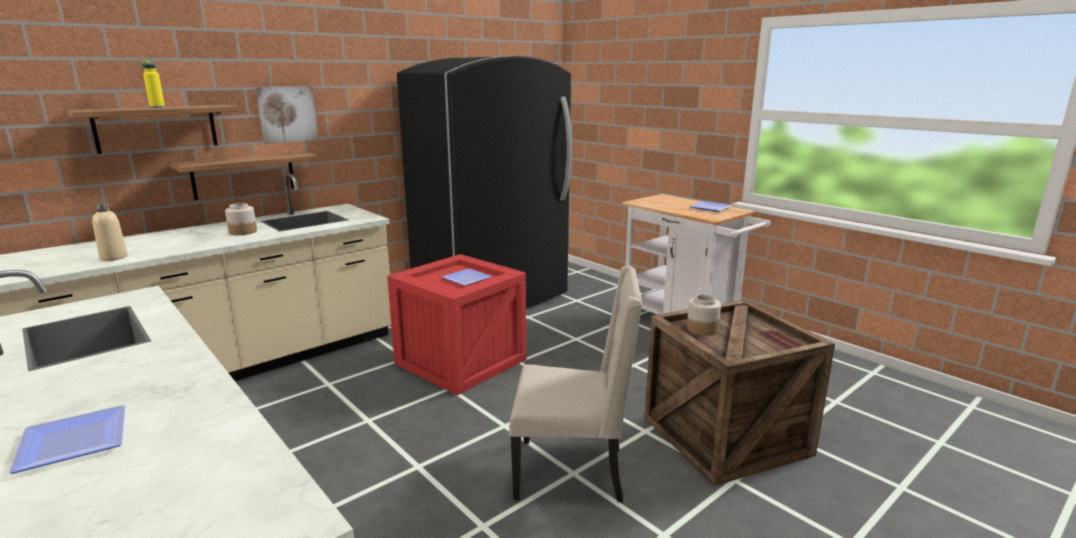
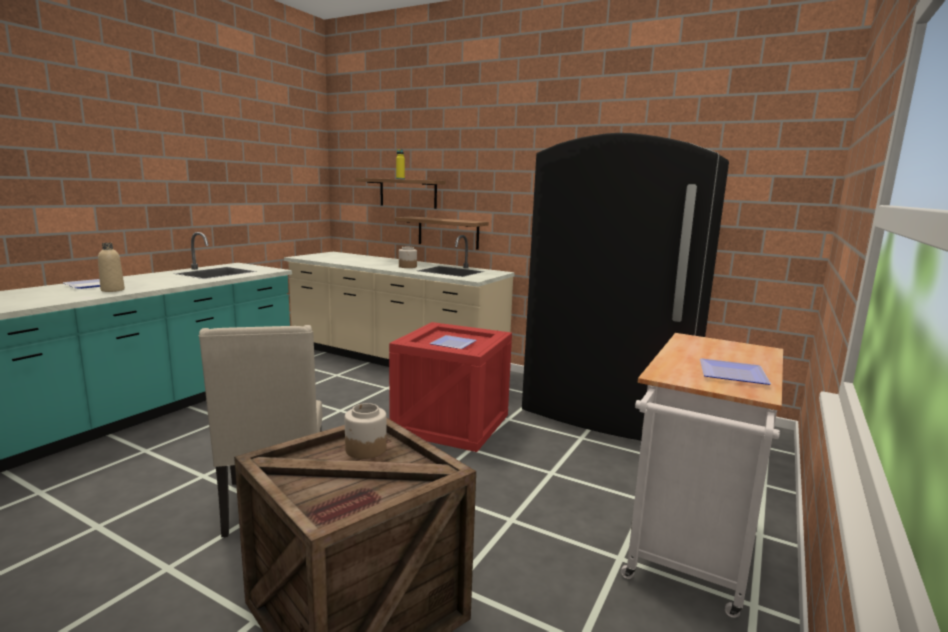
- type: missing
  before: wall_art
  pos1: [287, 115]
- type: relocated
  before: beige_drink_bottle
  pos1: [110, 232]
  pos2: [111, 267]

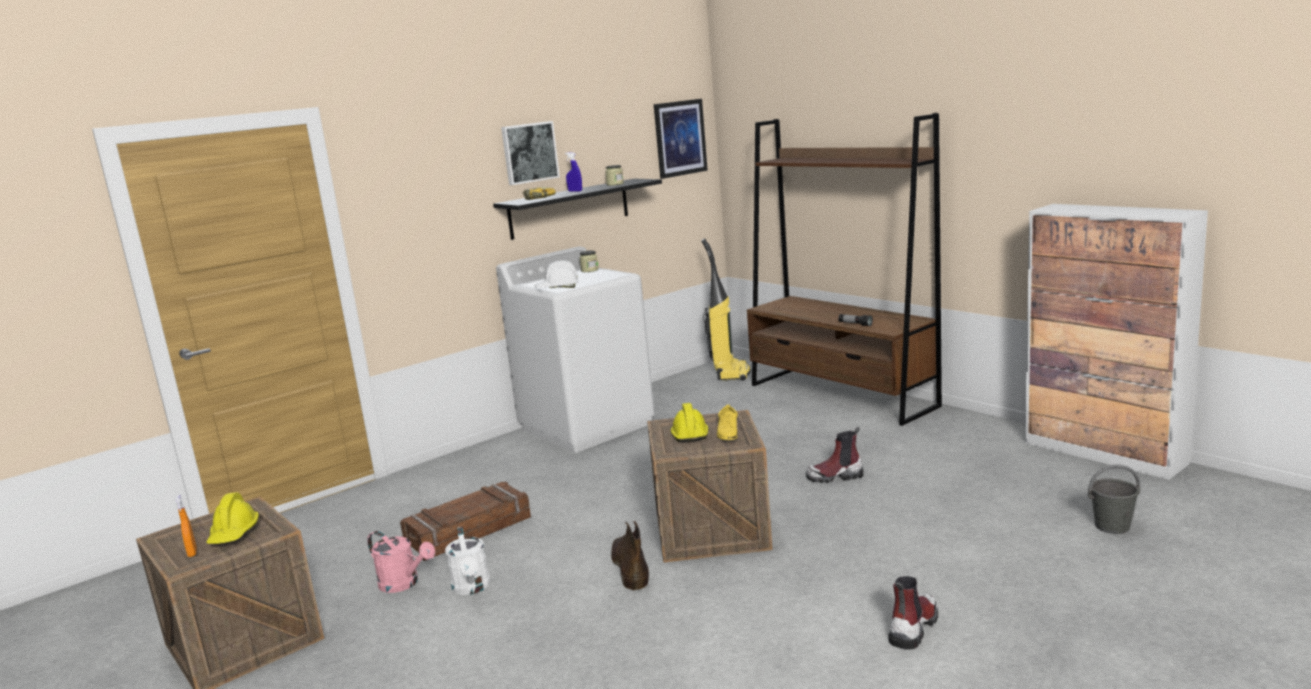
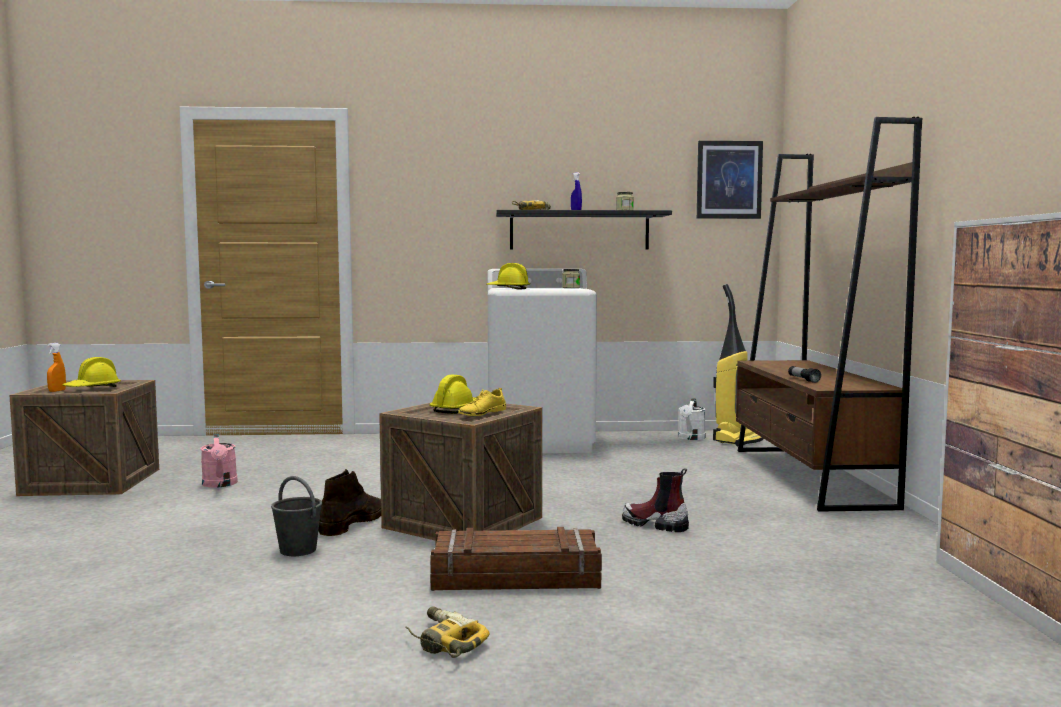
- type: missing
  before: wall_art
  pos1: [530, 153]
- type: relocated
  before: crate
  pos1: [465, 521]
  pos2: [516, 559]
- type: relocated
  before: white_sprinkling_can
  pos1: [468, 560]
  pos2: [692, 419]
- type: relocated
  before: greyish_pail
  pos1: [1114, 499]
  pos2: [296, 516]
- type: exchanged
  before: high-top_boot
  after: drill
  pos1: [913, 613]
  pos2: [448, 632]
- type: colour
  before: white_safety_helmet
  after: yellow_safety_helmet
  pos1: [556, 274]
  pos2: [508, 276]

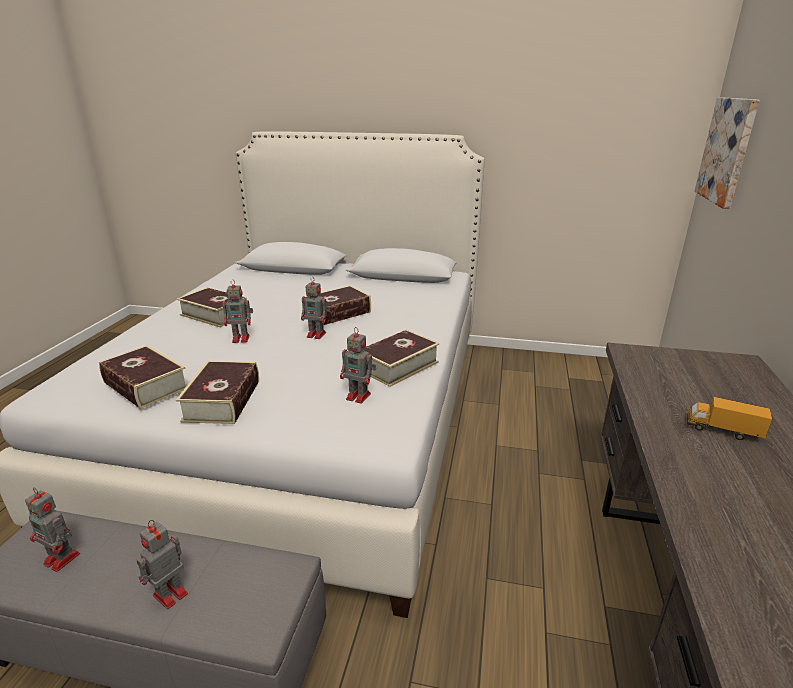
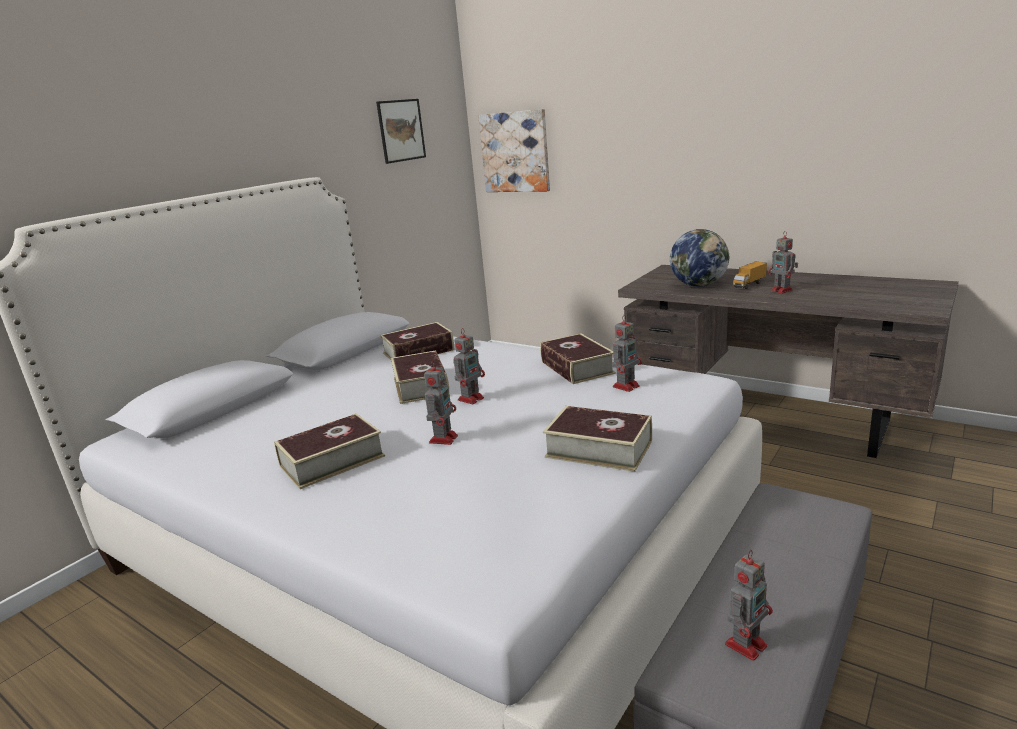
- type: appeared
  after: wall_art
  pos2: [401, 131]
- type: appeared
  after: globe
  pos2: [699, 258]
- type: relocated
  before: bound_book
  pos1: [143, 377]
  pos2: [417, 341]
- type: relocated
  before: model_robot
  pos1: [162, 564]
  pos2: [783, 262]

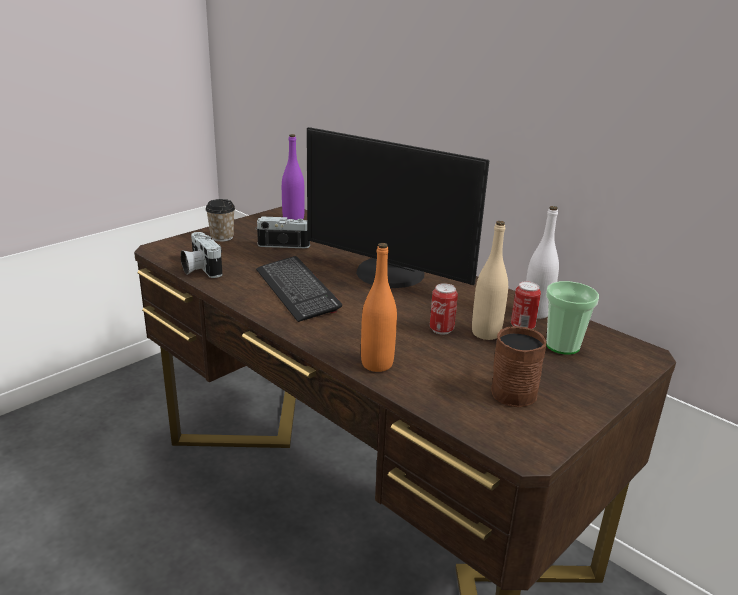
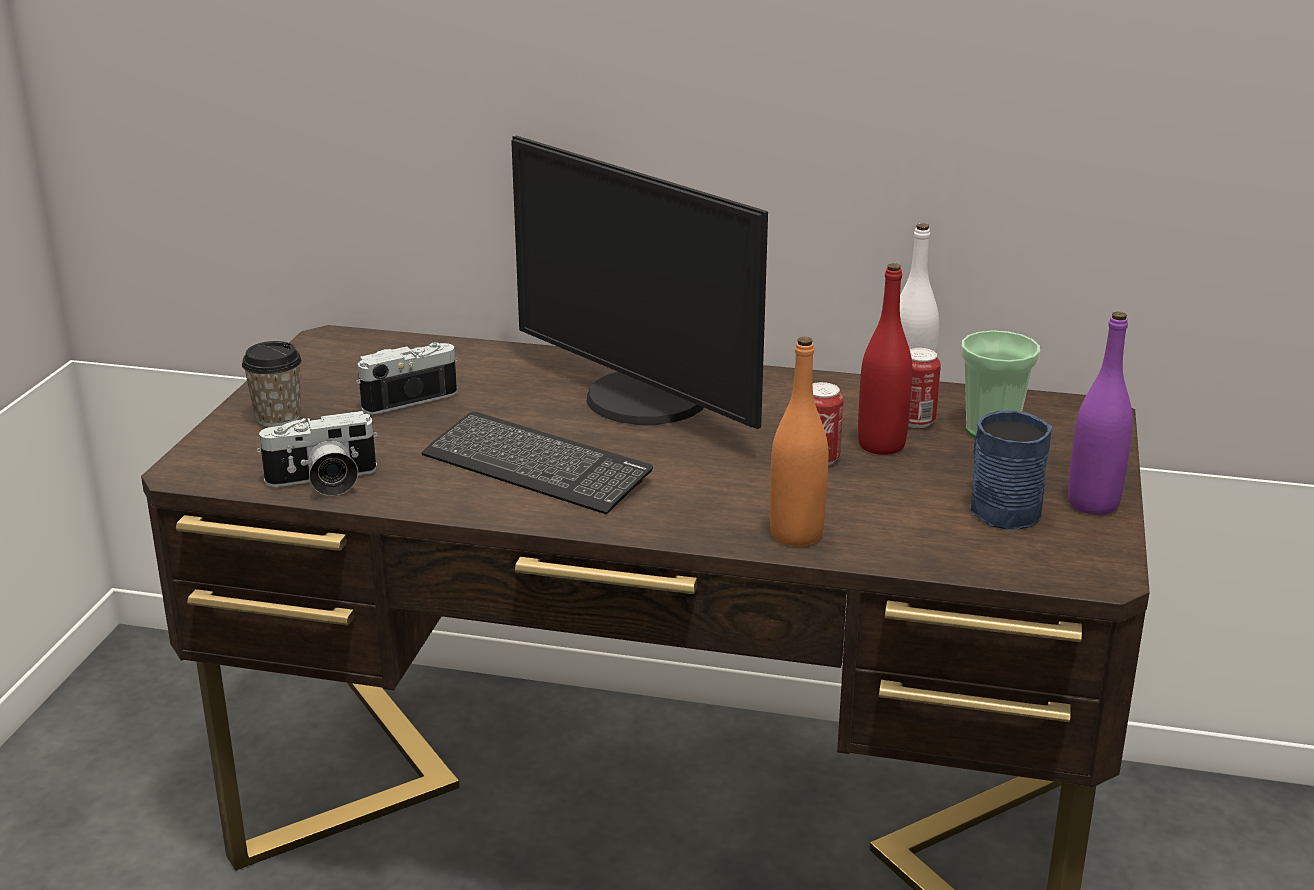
- type: relocated
  before: purple_drink_bottle
  pos1: [293, 177]
  pos2: [1100, 413]
- type: colour
  before: beige_drink_bottle
  after: red_drink_bottle
  pos1: [490, 280]
  pos2: [885, 359]
- type: colour
  before: brownish_tea_mug
  after: blue_tea_mug
  pos1: [519, 366]
  pos2: [1010, 470]
- type: spun
  before: photo_camera
  pos1: [202, 255]
  pos2: [317, 453]
  turn: -45
- type: spun
  before: monitor
  pos1: [398, 207]
  pos2: [639, 282]
  turn: 45

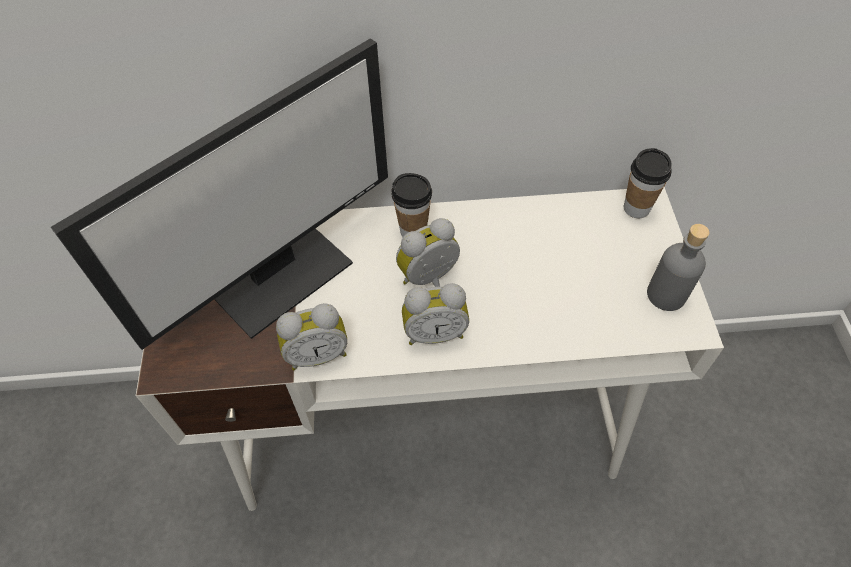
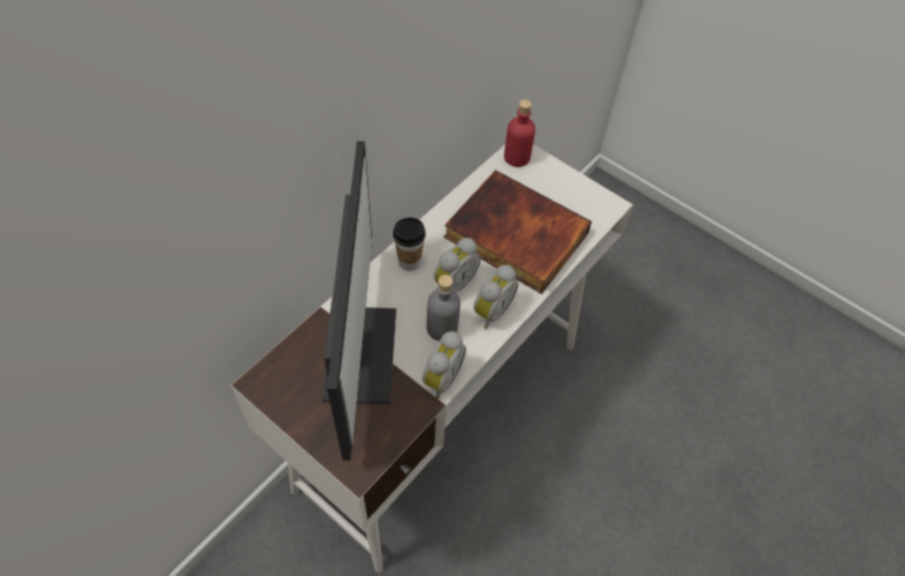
- type: appeared
  after: bound_book
  pos2: [518, 232]
- type: relocated
  before: greyish_drink_bottle
  pos1: [678, 267]
  pos2: [444, 308]
- type: exchanged
  before: small_cup
  after: red_drink_bottle
  pos1: [648, 183]
  pos2: [519, 133]
- type: spun
  before: table_clock
  pos1: [428, 252]
  pos2: [457, 265]
  turn: -150

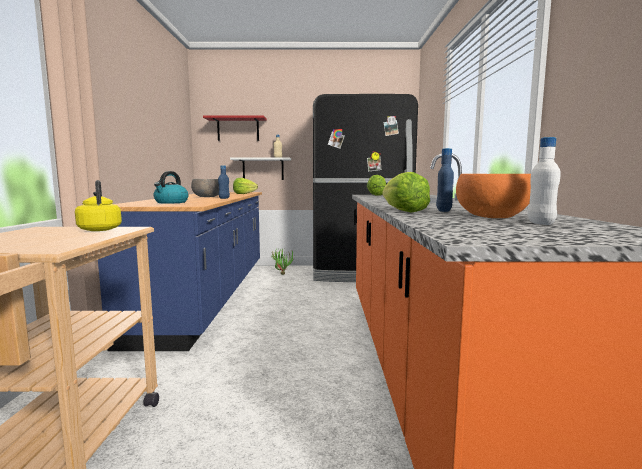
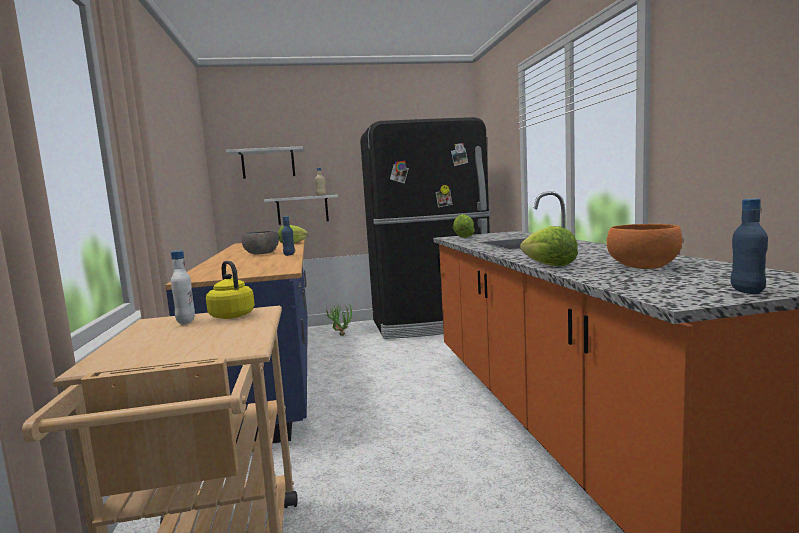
- type: missing
  before: kettle
  pos1: [170, 187]
- type: relocated
  before: blue_drink_bottle
  pos1: [445, 180]
  pos2: [749, 246]
- type: relocated
  before: white_drink_bottle
  pos1: [544, 181]
  pos2: [183, 287]
- type: colour
  before: red_shelf
  after: white_shelf
  pos1: [235, 128]
  pos2: [264, 162]

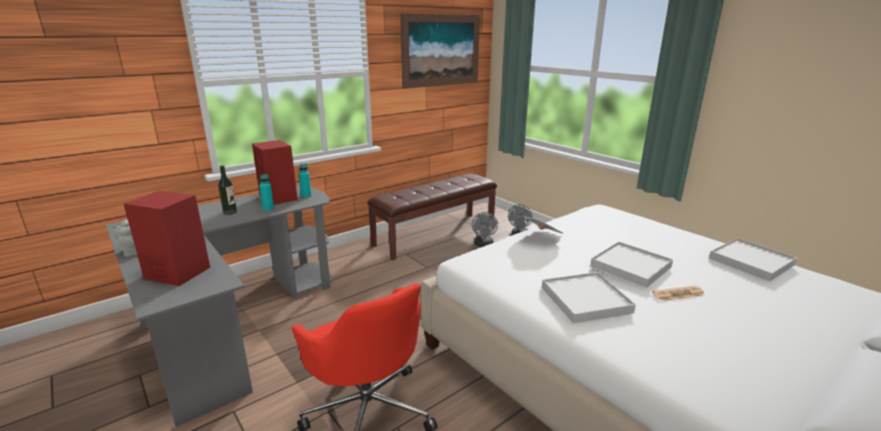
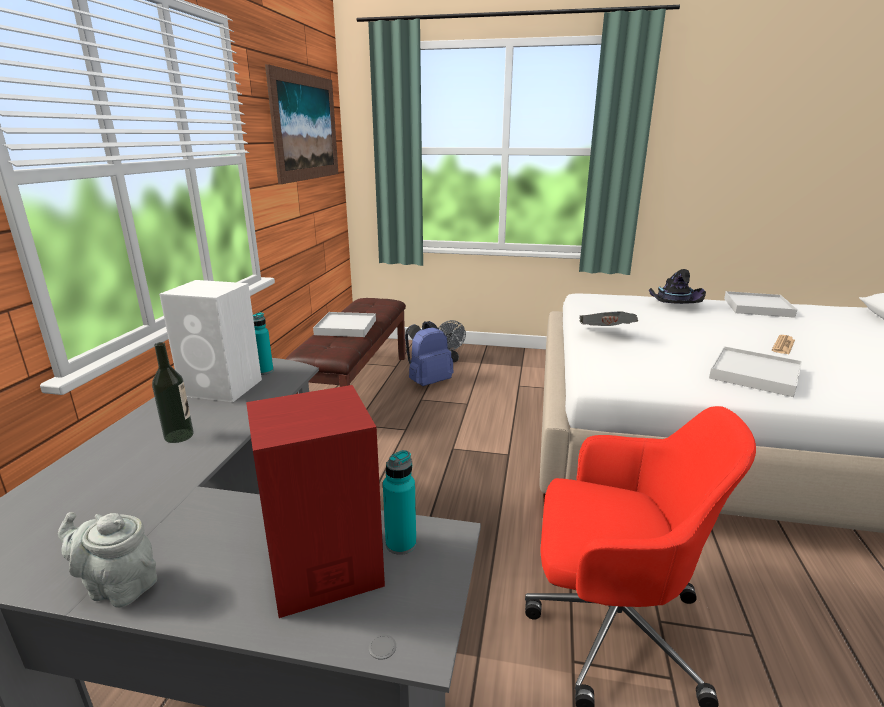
- type: appeared
  after: black-coloured_hat
  pos2: [677, 286]
- type: relocated
  before: turquoise-coloured_drink_bottle
  pos1: [266, 192]
  pos2: [399, 502]
- type: relocated
  before: white_tray
  pos1: [631, 265]
  pos2: [344, 324]
- type: exchanged
  before: greyish_fan
  after: blue_rucksack
  pos1: [485, 229]
  pos2: [429, 353]
- type: colour
  before: red_speaker
  after: white_speaker
  pos1: [275, 172]
  pos2: [210, 341]

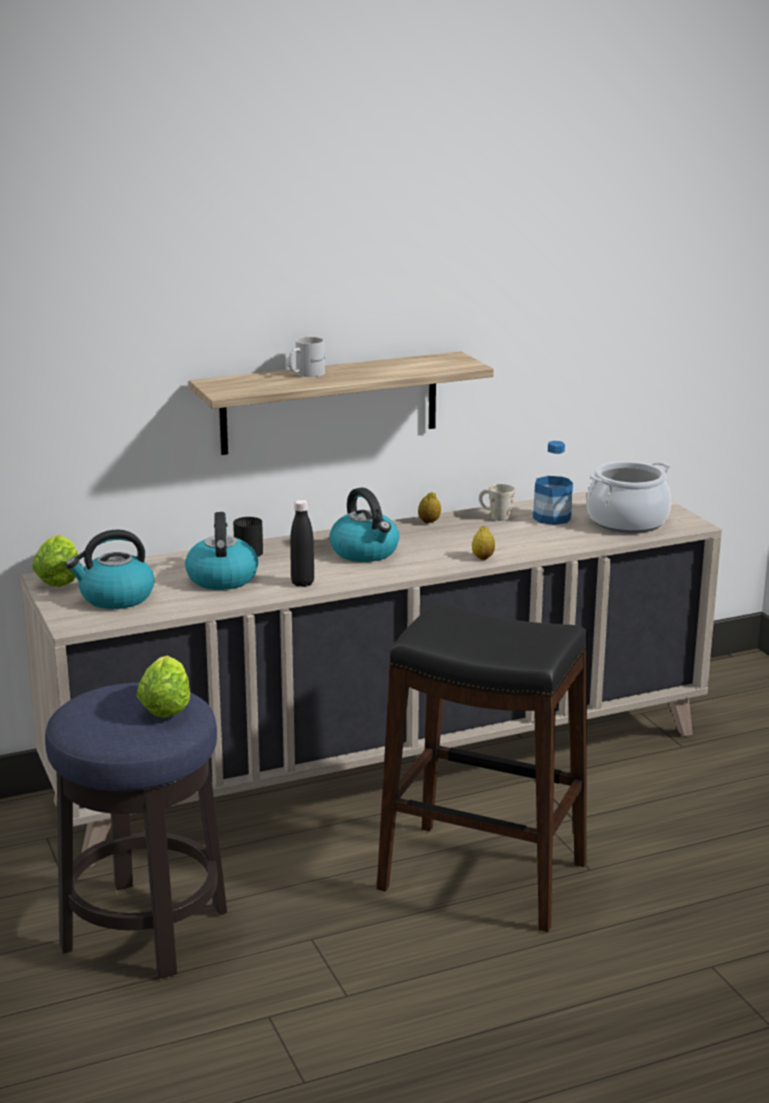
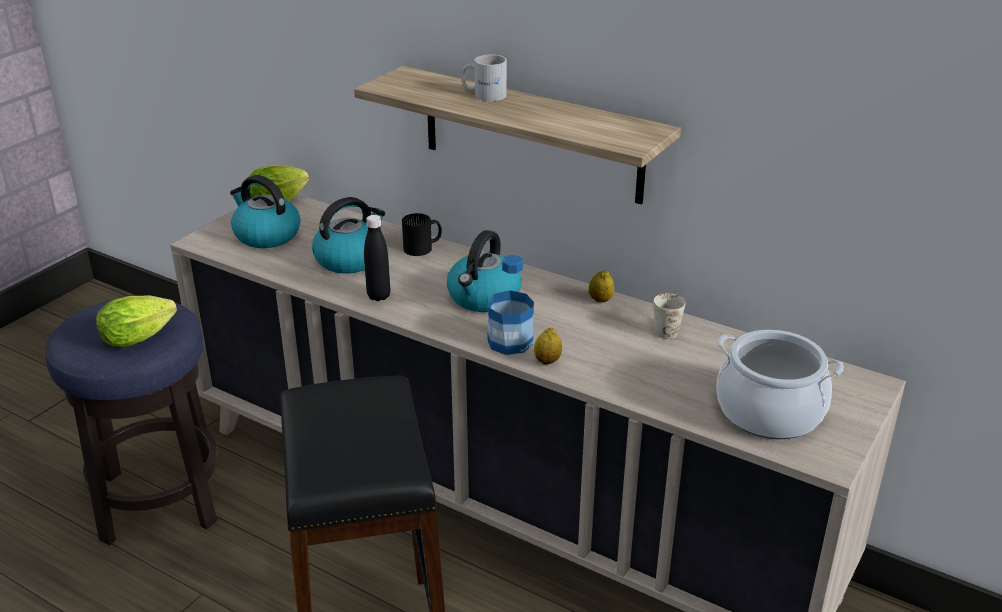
- type: relocated
  before: drink_bottle
  pos1: [553, 483]
  pos2: [510, 305]

